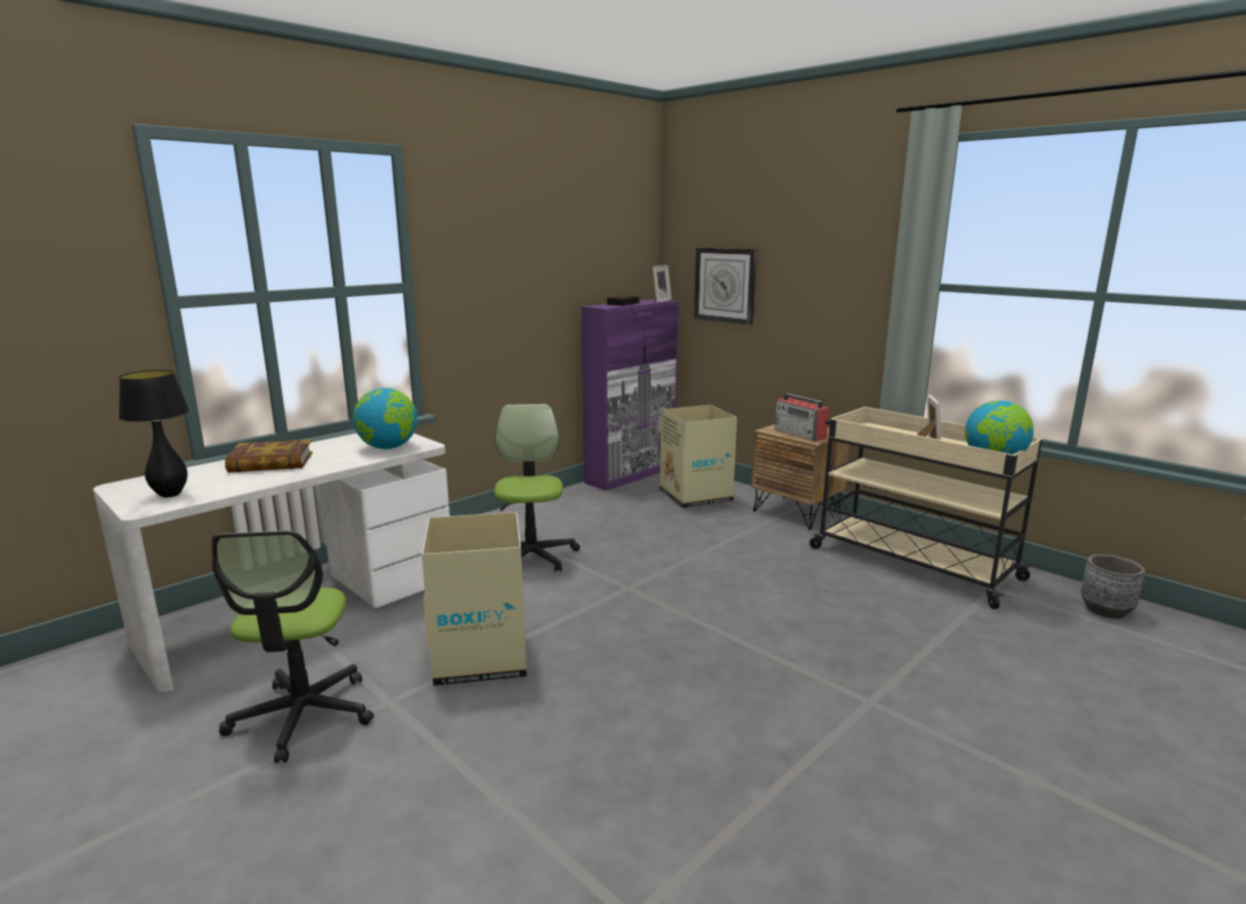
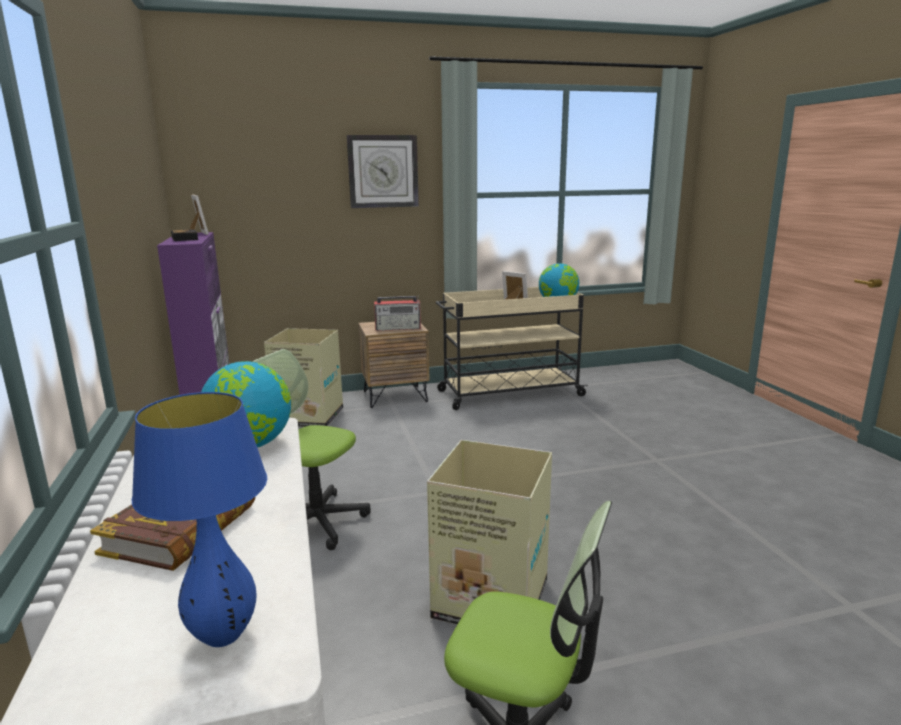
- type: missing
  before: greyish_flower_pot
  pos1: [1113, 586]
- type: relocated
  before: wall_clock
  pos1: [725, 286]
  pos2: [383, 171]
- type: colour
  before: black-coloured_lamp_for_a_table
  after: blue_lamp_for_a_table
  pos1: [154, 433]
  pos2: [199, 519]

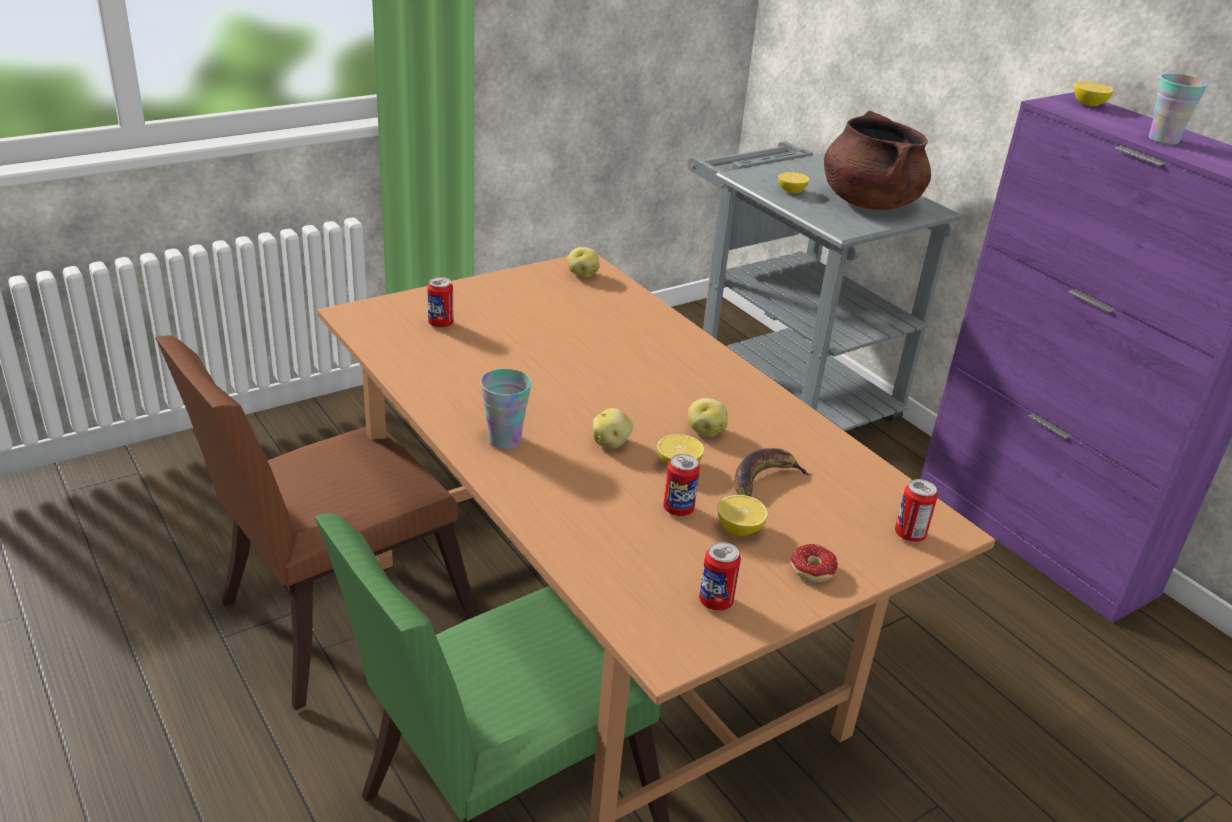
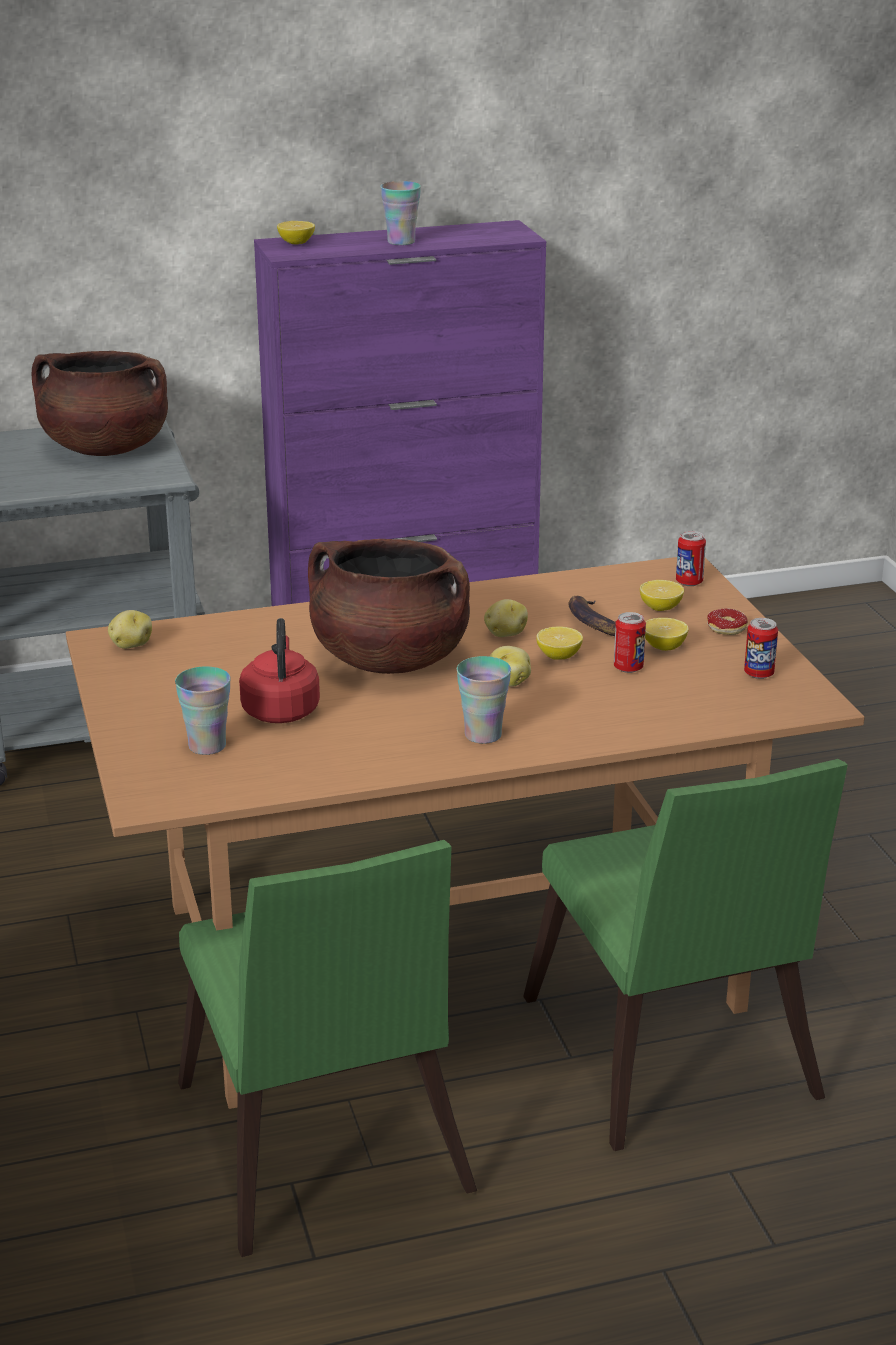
- type: appeared
  after: red_kettle
  pos2: [279, 670]
- type: appeared
  after: brownish_cooking_pot
  pos2: [389, 606]
- type: relocated
  before: citrus_fruit
  pos1: [793, 182]
  pos2: [662, 595]
- type: exchanged
  before: sealed_can
  after: small_cup
  pos1: [440, 302]
  pos2: [203, 710]
- type: colour
  before: brownish_chair
  after: green-coloured_chair
  pos1: [316, 522]
  pos2: [327, 1048]

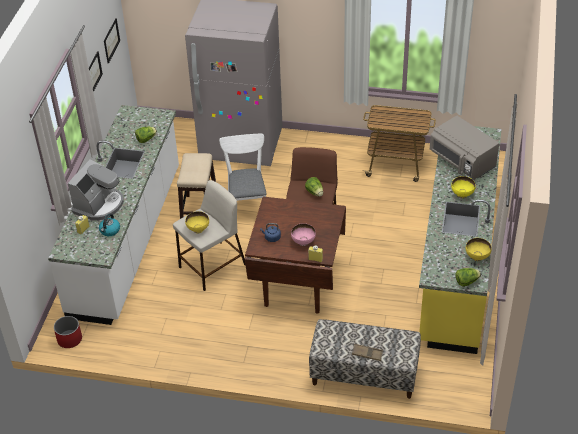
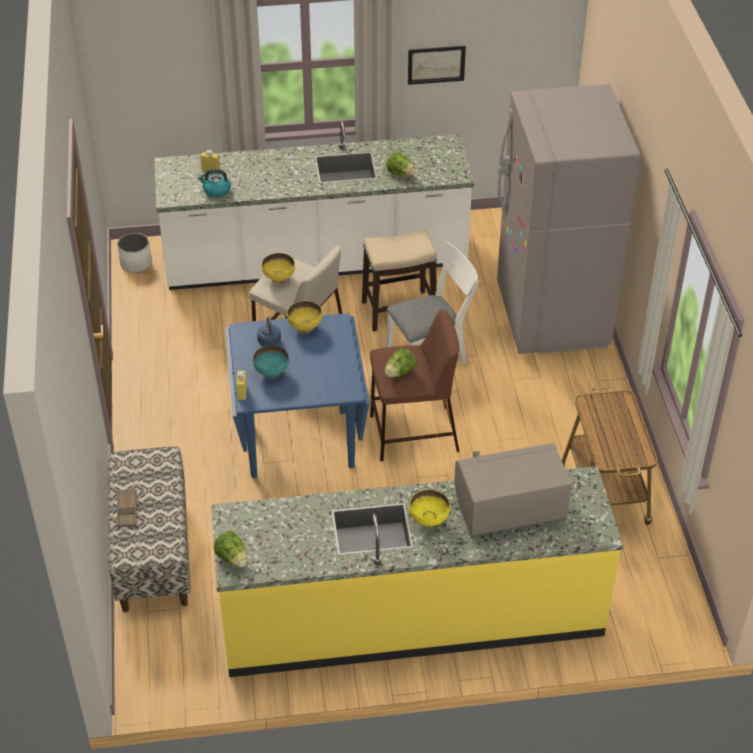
- type: missing
  before: coffee_brewer
  pos1: [96, 190]
- type: missing
  before: wall_art
  pos1: [112, 41]
- type: relocated
  before: yellow_bowl
  pos1: [479, 249]
  pos2: [304, 317]
- type: colour
  before: red_flower_pot
  after: white_flower_pot
  pos1: [68, 332]
  pos2: [134, 253]
- type: colour
  before: brownish_dinner_table
  after: blue_dinner_table
  pos1: [295, 255]
  pos2: [297, 395]
- type: colour
  before: pink_bowl
  after: turquoise-coloured_bowl
  pos1: [303, 234]
  pos2: [271, 362]
- type: spun
  before: greyish_microwave_oven
  pos1: [464, 147]
  pos2: [513, 490]
  turn: 45

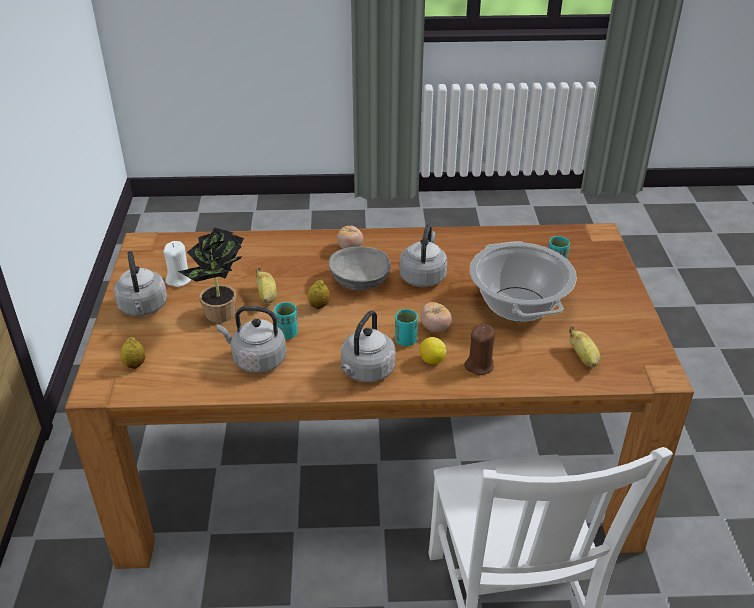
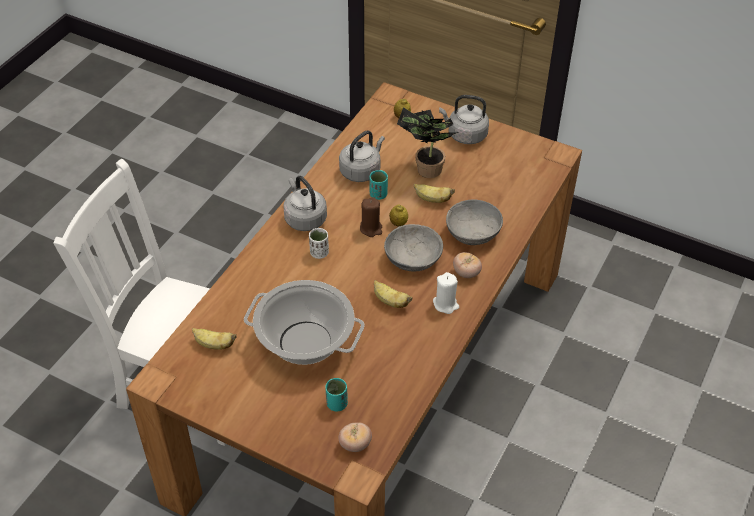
- type: missing
  before: citrus_fruit
  pos1: [432, 350]
- type: appeared
  after: greyish_bowl
  pos2: [474, 222]
- type: relocated
  before: white_wax_light
  pos1: [177, 264]
  pos2: [446, 293]
- type: relocated
  before: fresh_tomato
  pos1: [436, 317]
  pos2: [355, 437]
- type: relocated
  before: brownish_wax_light
  pos1: [479, 349]
  pos2: [371, 217]
- type: exchanged
  before: greyish_kettle
  after: banana
  pos1: [423, 255]
  pos2: [393, 294]
- type: colour
  before: turquoise-coloured_small_cup
  after: white_small_cup
  pos1: [406, 327]
  pos2: [319, 243]

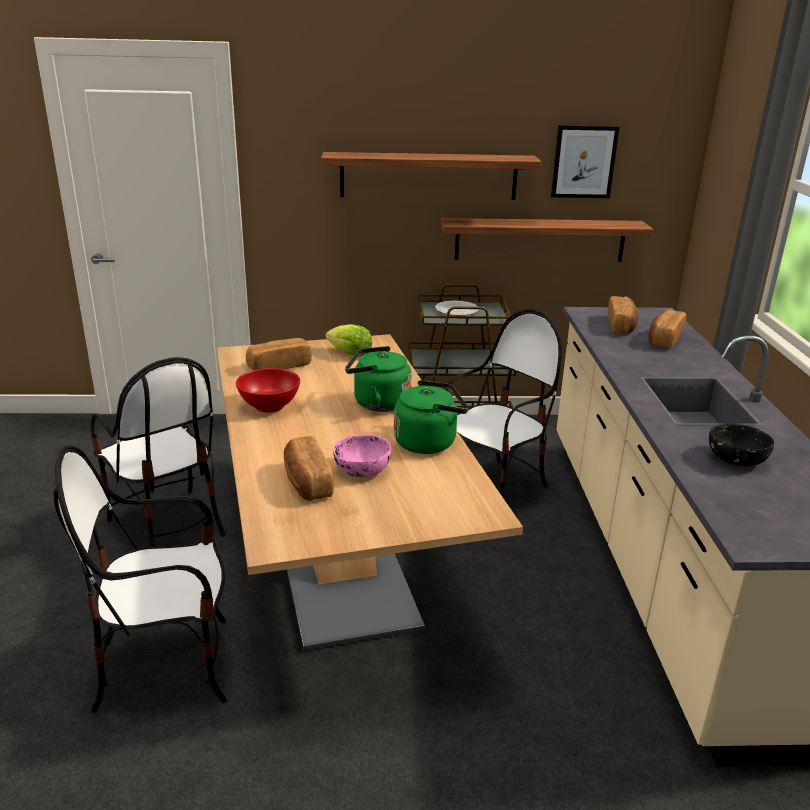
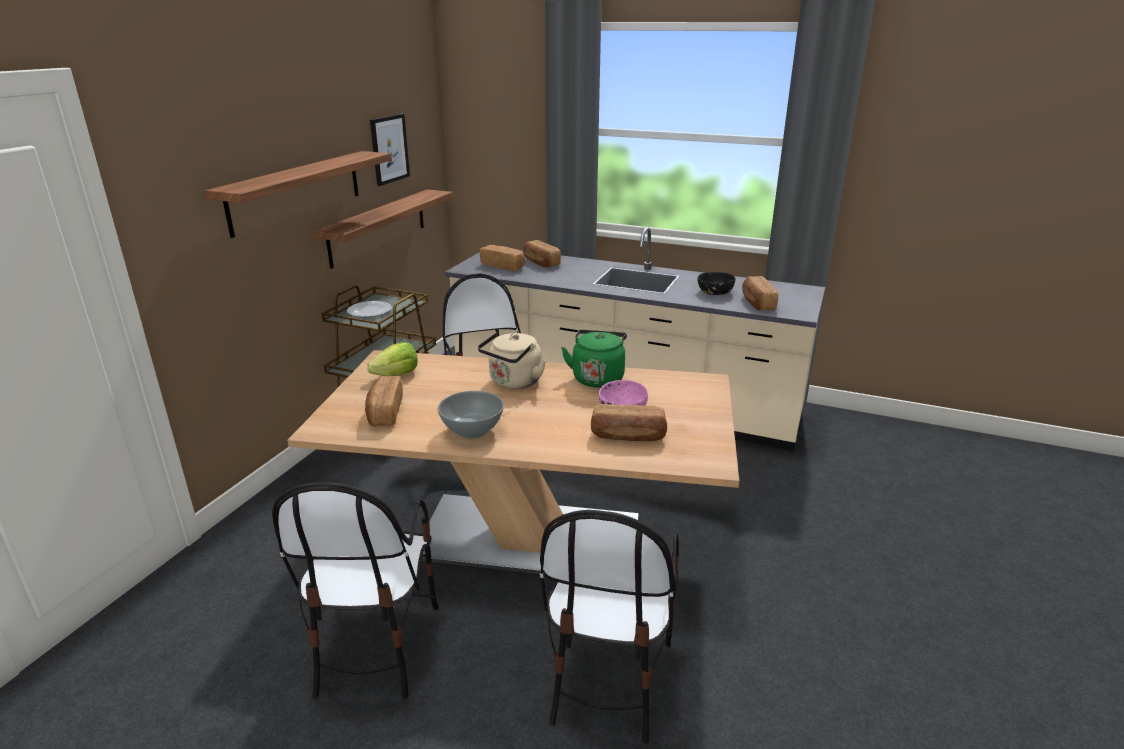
- type: appeared
  after: bakery_bread
  pos2: [760, 293]
- type: colour
  before: red_bowl
  after: greyish_bowl
  pos1: [268, 390]
  pos2: [471, 415]
- type: colour
  before: green-coloured_kettle
  after: beige_kettle
  pos1: [378, 379]
  pos2: [512, 360]
- type: spun
  before: chair
  pos1: [158, 452]
  pos2: [355, 590]
  turn: 105

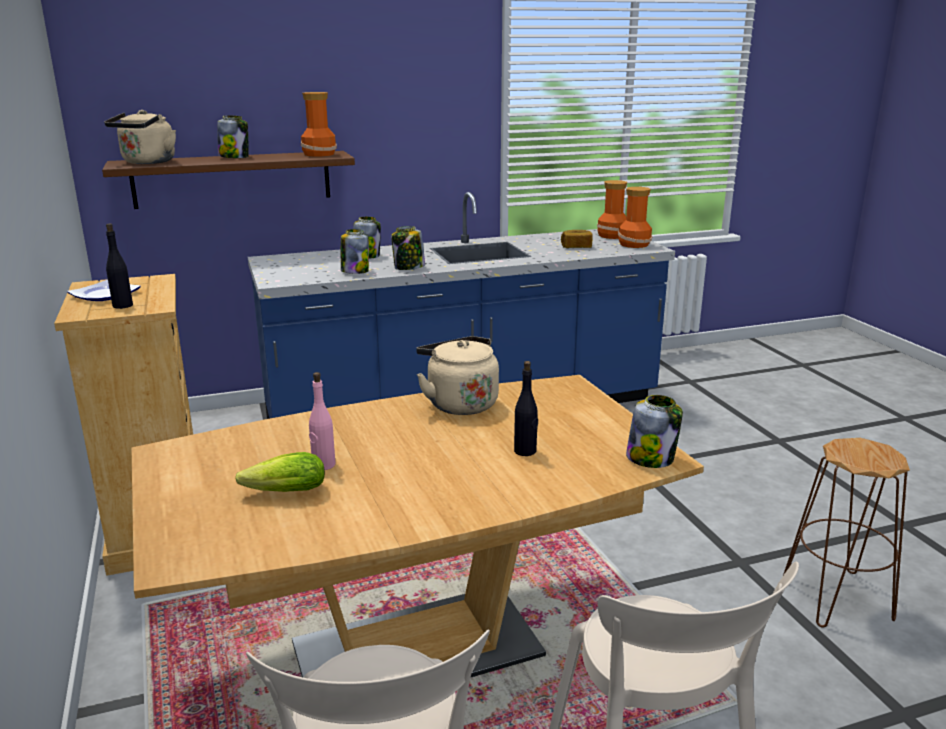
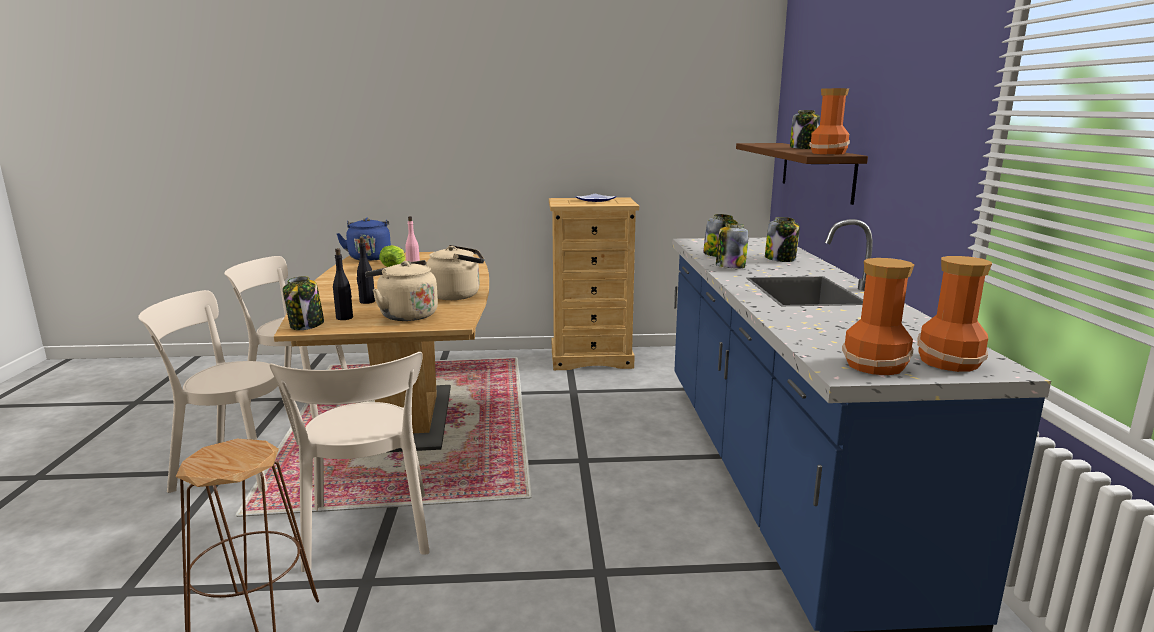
- type: missing
  before: bakery_bread
  pos1: [577, 239]
- type: appeared
  after: beige_chair
  pos2: [349, 462]
- type: appeared
  after: blue_kettle
  pos2: [363, 239]
- type: relocated
  before: beige_kettle
  pos1: [140, 137]
  pos2: [401, 290]
- type: relocated
  before: black-coloured_drink_bottle
  pos1: [119, 266]
  pos2: [343, 284]

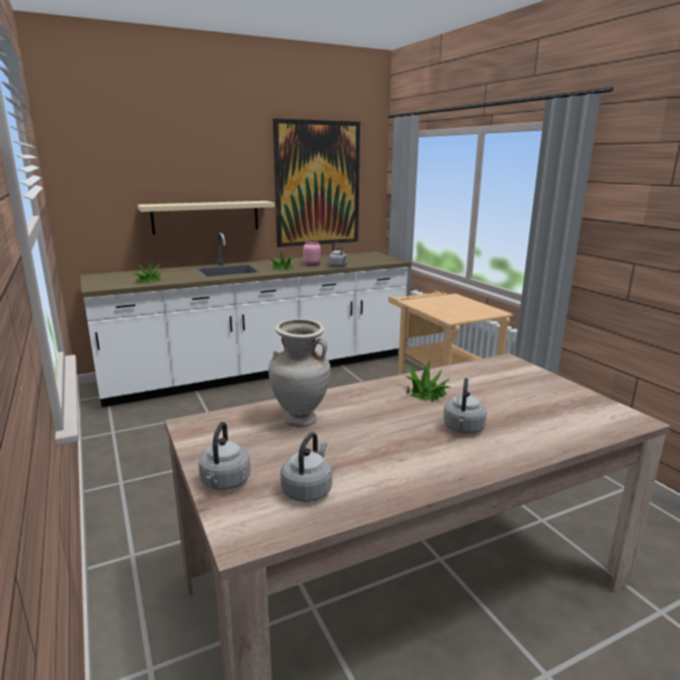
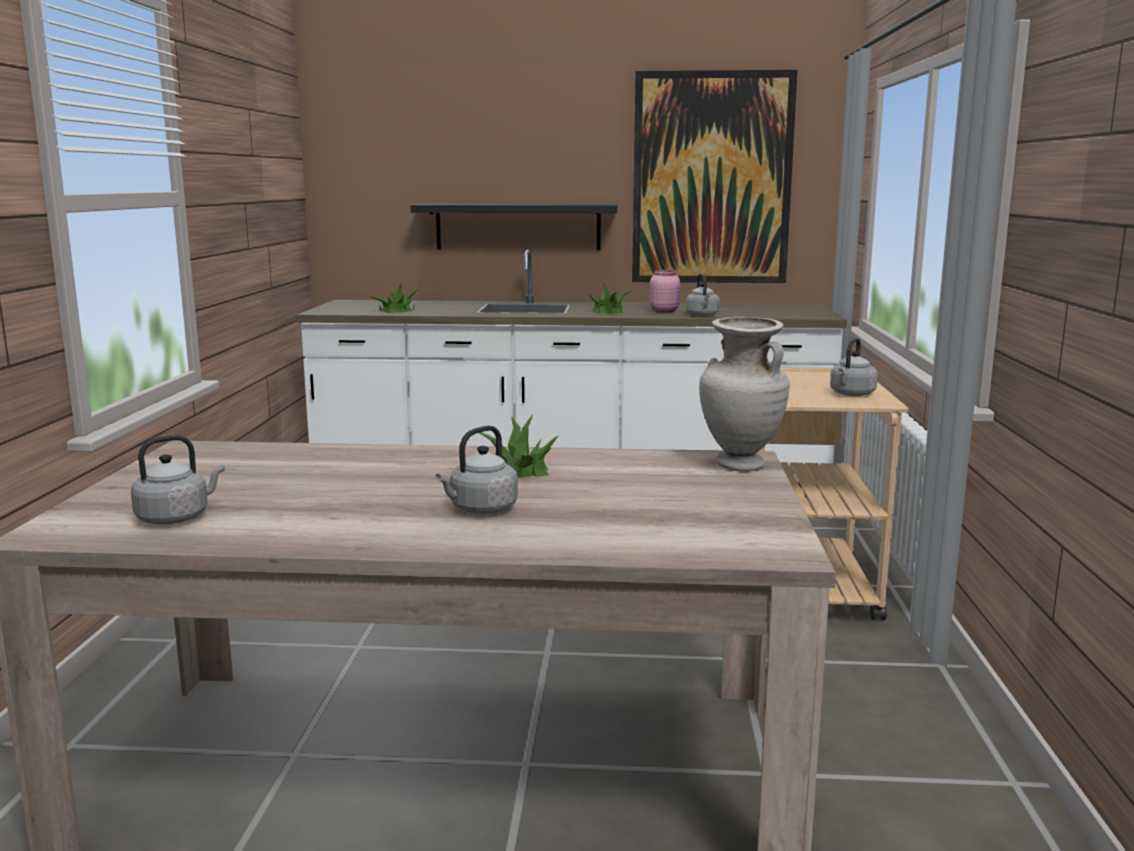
- type: relocated
  before: greyish_kettle
  pos1: [224, 456]
  pos2: [854, 367]
- type: relocated
  before: beige_vase
  pos1: [299, 373]
  pos2: [744, 394]
- type: colour
  before: beige_shelf
  after: black-coloured_shelf
  pos1: [206, 218]
  pos2: [514, 227]

